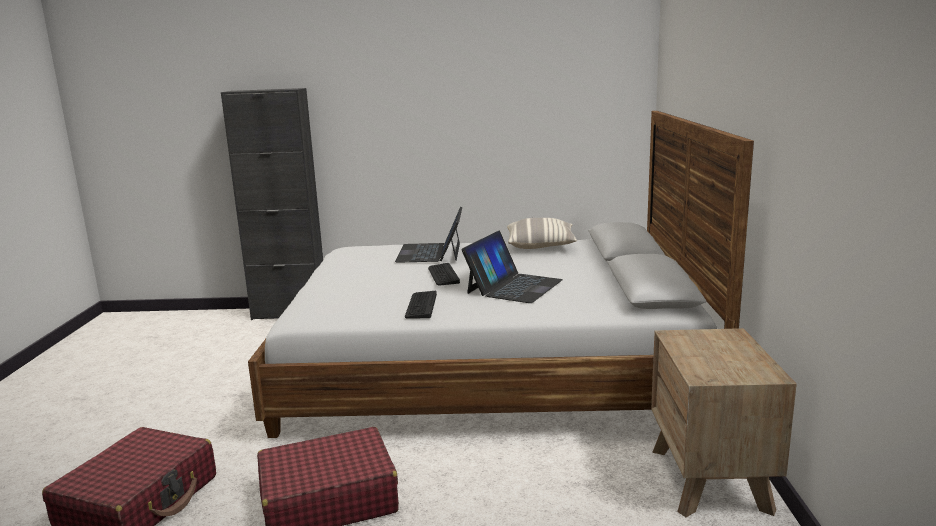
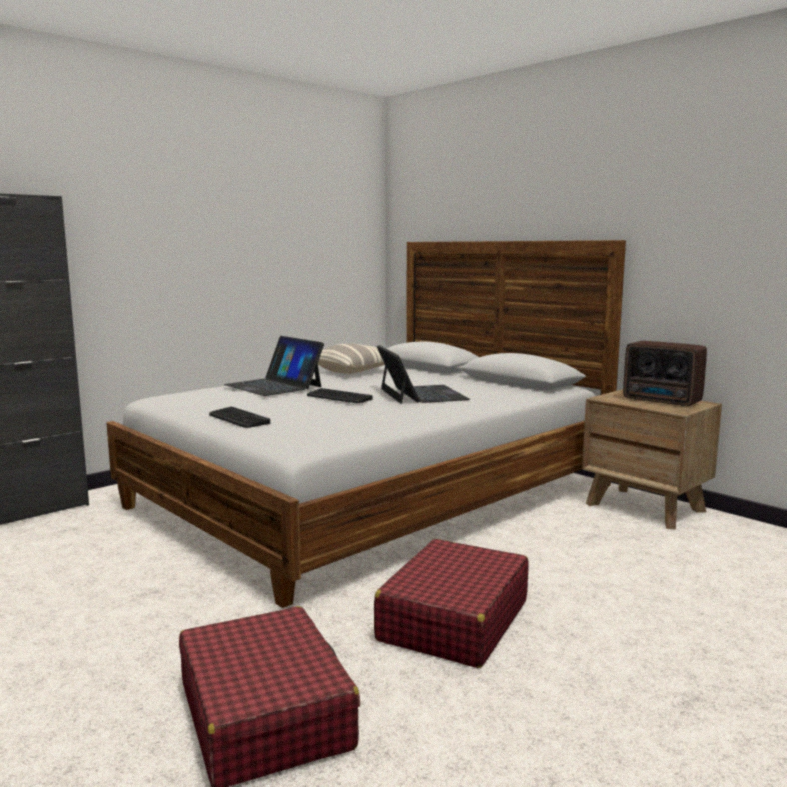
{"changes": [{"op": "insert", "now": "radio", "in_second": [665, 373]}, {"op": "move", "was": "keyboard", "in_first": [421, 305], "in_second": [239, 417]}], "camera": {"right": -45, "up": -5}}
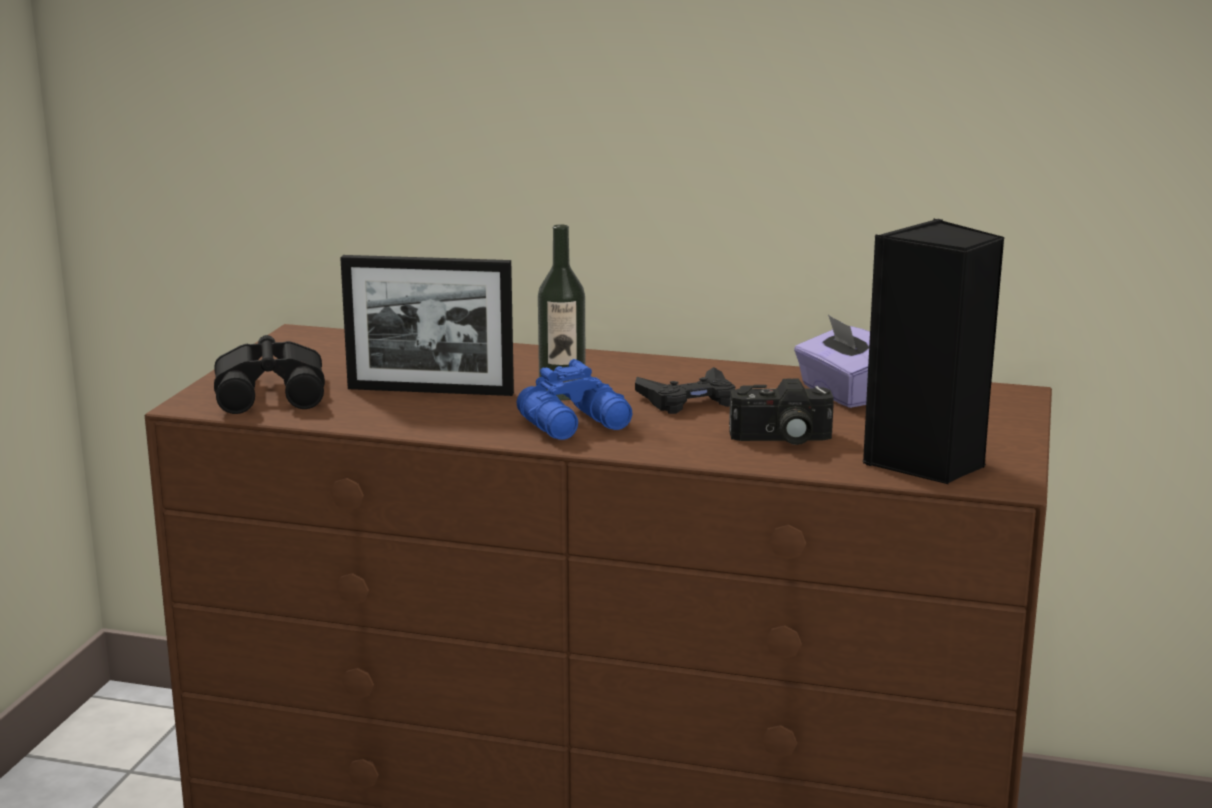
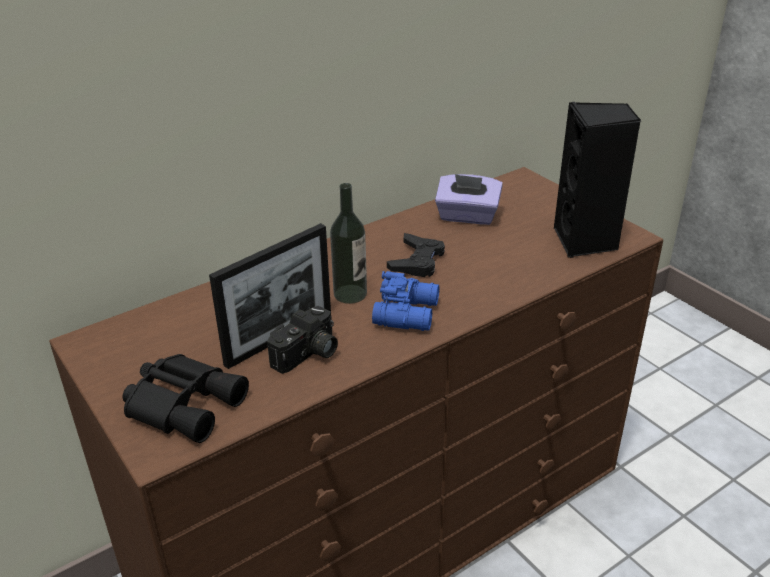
{"changes": [{"op": "move", "was": "photo camera", "in_first": [781, 411], "in_second": [302, 340]}], "camera": {"right": -50, "up": 15}}
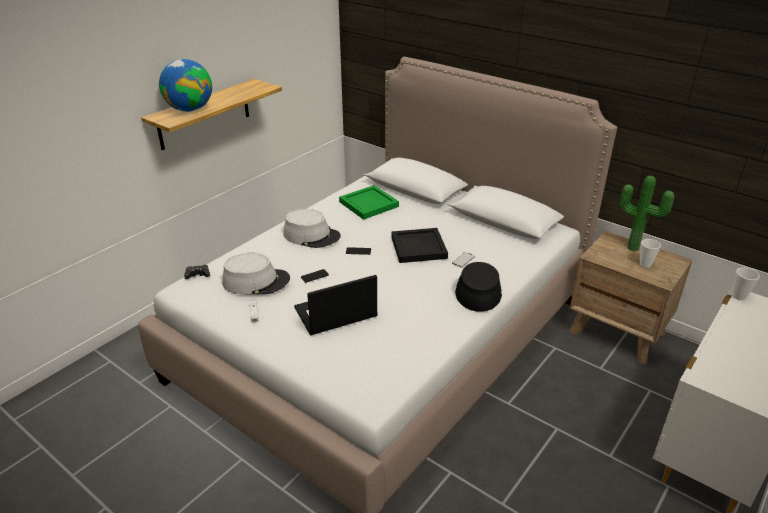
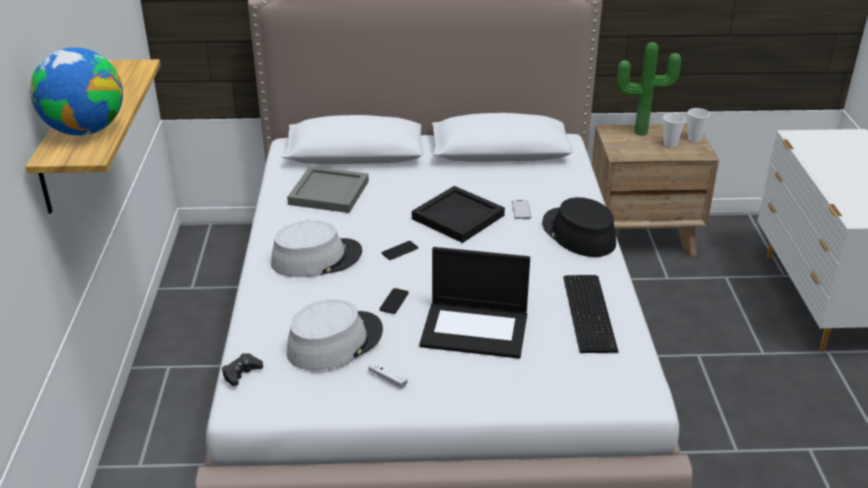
{"changes": [{"op": "insert", "now": "keyboard", "in_second": [590, 314]}, {"op": "move", "was": "cup", "in_first": [746, 283], "in_second": [699, 125]}, {"op": "recolor", "was": "green tray", "now": "grey tray", "in_first": [369, 202], "in_second": [328, 189]}, {"op": "rotate", "was": "laptop", "in_first": [335, 305], "in_second": [474, 303], "clockwise": -105}], "camera": {"right": -40, "up": 0}}
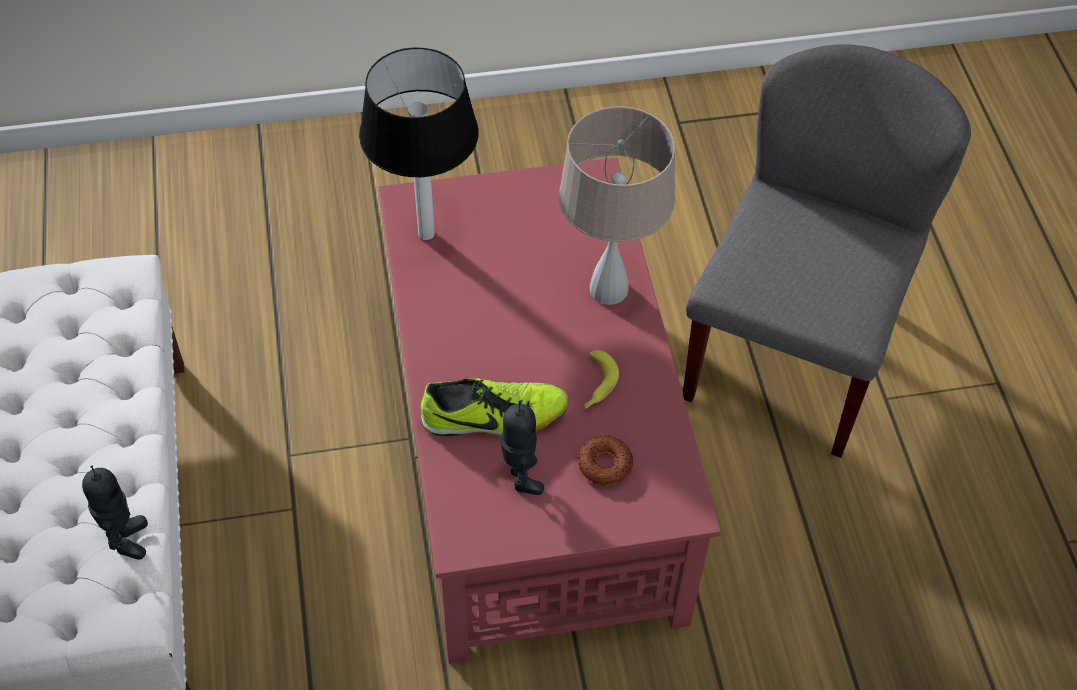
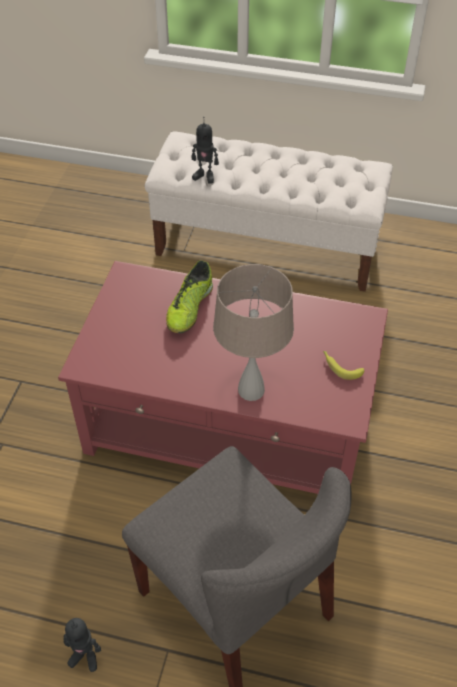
{"changes": [{"op": "delete", "was": "table lamp", "in_first": [419, 143]}, {"op": "delete", "was": "donut", "in_first": [605, 460]}, {"op": "move", "was": "toy robot", "in_first": [522, 447], "in_second": [82, 645]}, {"op": "move", "was": "banana", "in_first": [602, 379], "in_second": [343, 365]}], "camera": {"right": 115, "up": -5}}
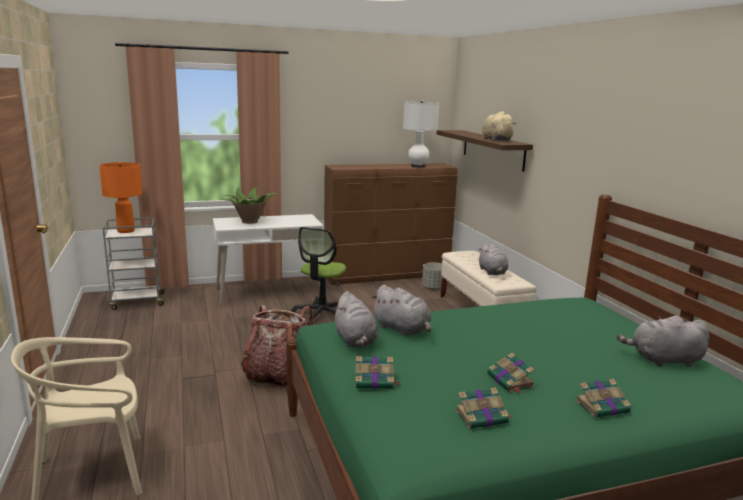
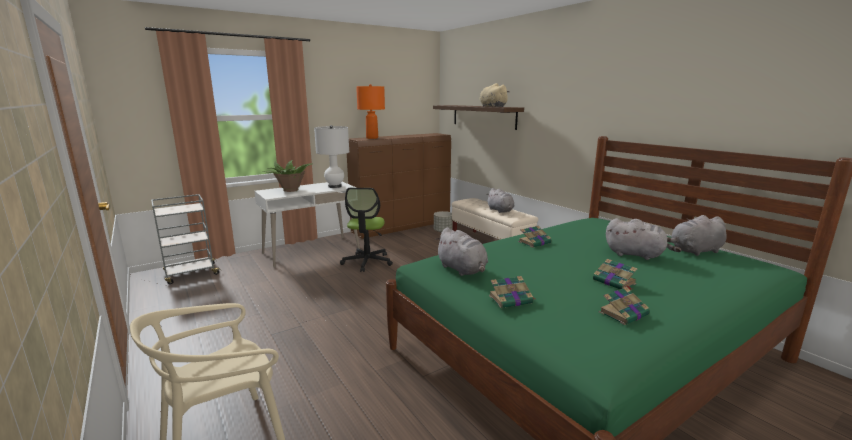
{"changes": [{"op": "delete", "was": "backpack", "in_first": [277, 347]}, {"op": "move", "was": "orange table lamp", "in_first": [120, 197], "in_second": [370, 111]}, {"op": "move", "was": "grey plush toy", "in_first": [401, 310], "in_second": [643, 239]}, {"op": "move", "was": "white table lamp", "in_first": [421, 134], "in_second": [331, 156]}, {"op": "move", "was": "book", "in_first": [603, 398], "in_second": [535, 236]}], "camera": {"right": -15, "up": 0}}
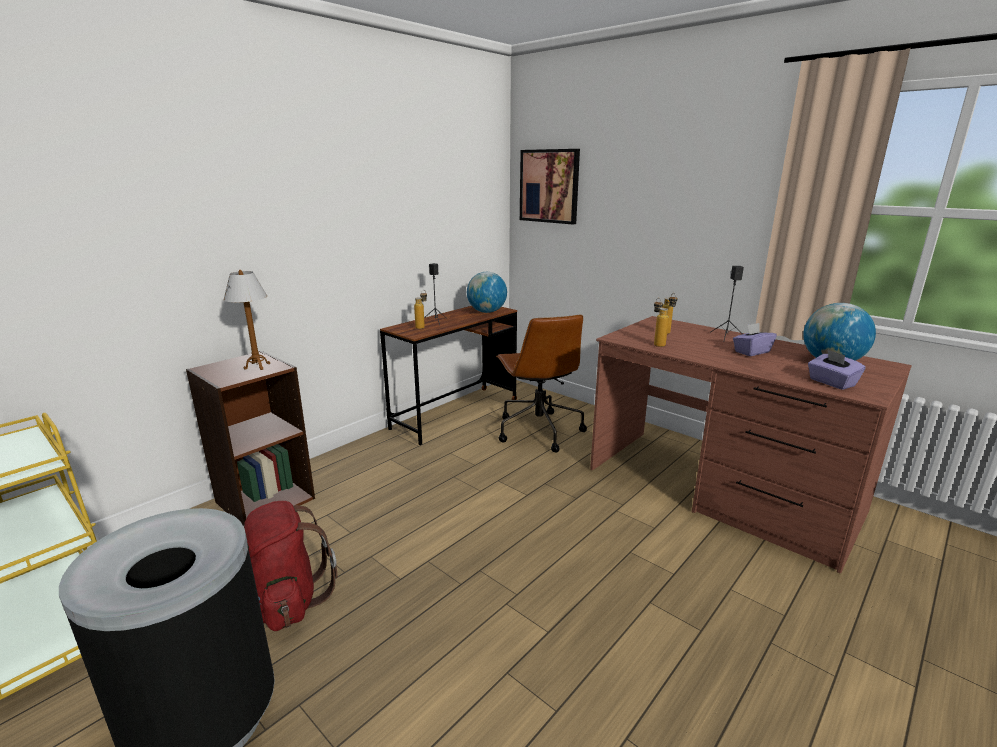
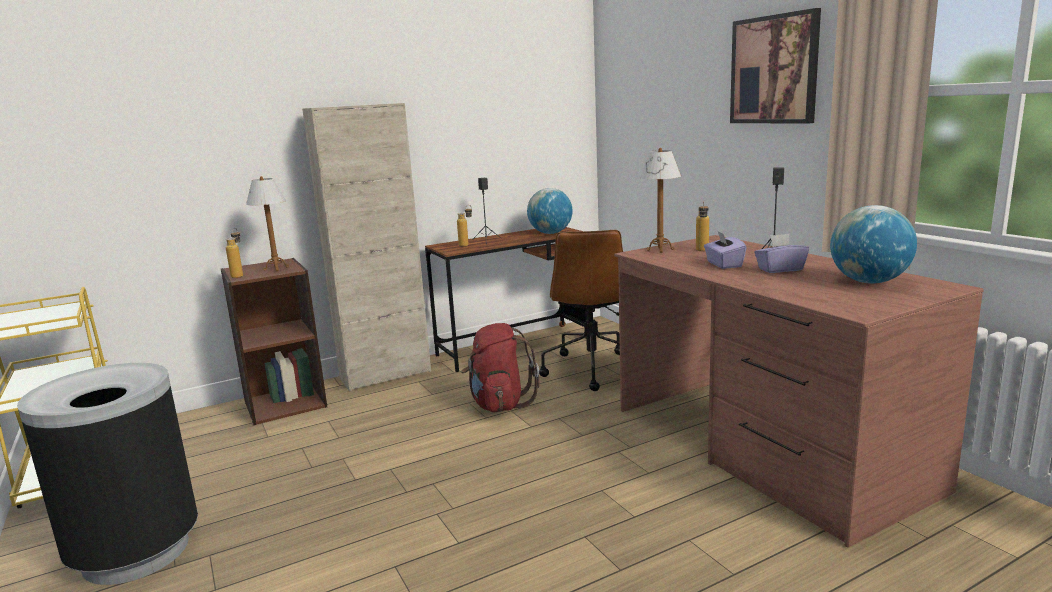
{"changes": [{"op": "insert", "now": "beige cabinet", "in_second": [366, 247]}, {"op": "insert", "now": "table lamp", "in_second": [660, 200]}, {"op": "move", "was": "red backpack", "in_first": [290, 566], "in_second": [500, 367]}, {"op": "move", "was": "picture", "in_first": [550, 187], "in_second": [775, 66]}, {"op": "move", "was": "bottle", "in_first": [661, 322], "in_second": [234, 253]}, {"op": "move", "was": "purple tissue box", "in_first": [837, 370], "in_second": [725, 250]}], "camera": {"right": 20, "up": -5}}
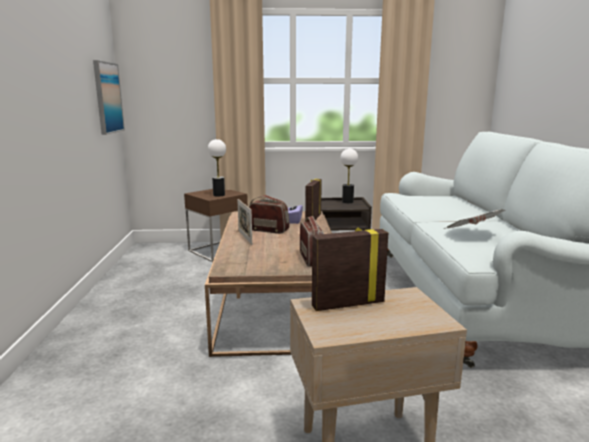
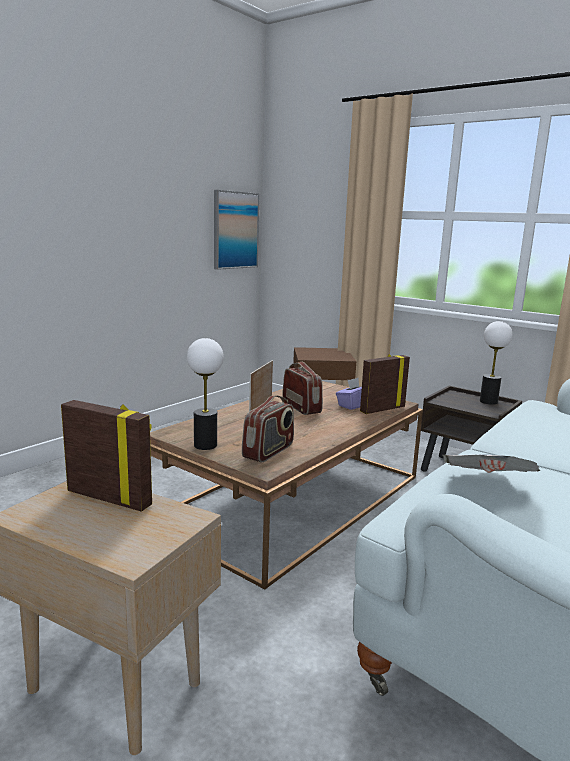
{"changes": [{"op": "move", "was": "table lamp", "in_first": [217, 168], "in_second": [205, 394]}], "camera": {"right": 40, "up": 0}}
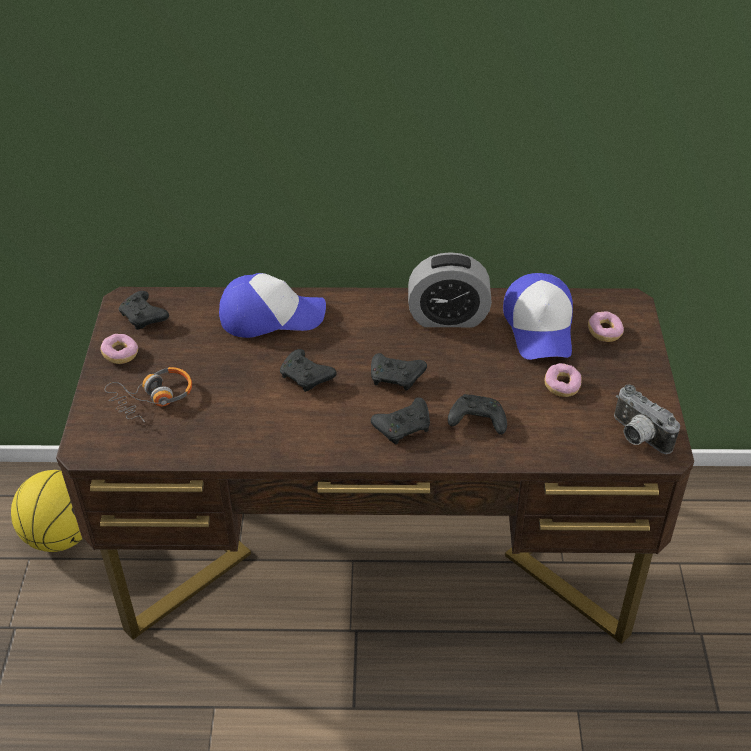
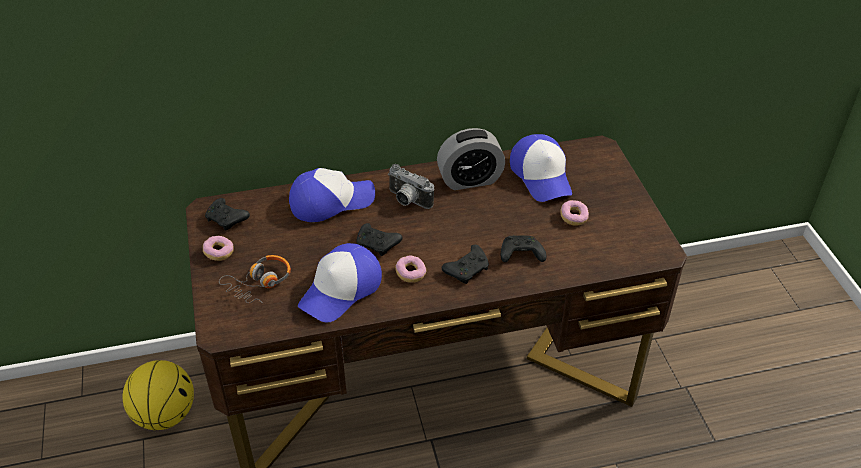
{"changes": [{"op": "delete", "was": "black game controller", "in_first": [399, 372]}, {"op": "insert", "now": "cap", "in_second": [340, 282]}, {"op": "move", "was": "donut", "in_first": [606, 326], "in_second": [410, 269]}, {"op": "move", "was": "photo camera", "in_first": [647, 419], "in_second": [411, 186]}], "camera": {"right": -15, "up": 0}}
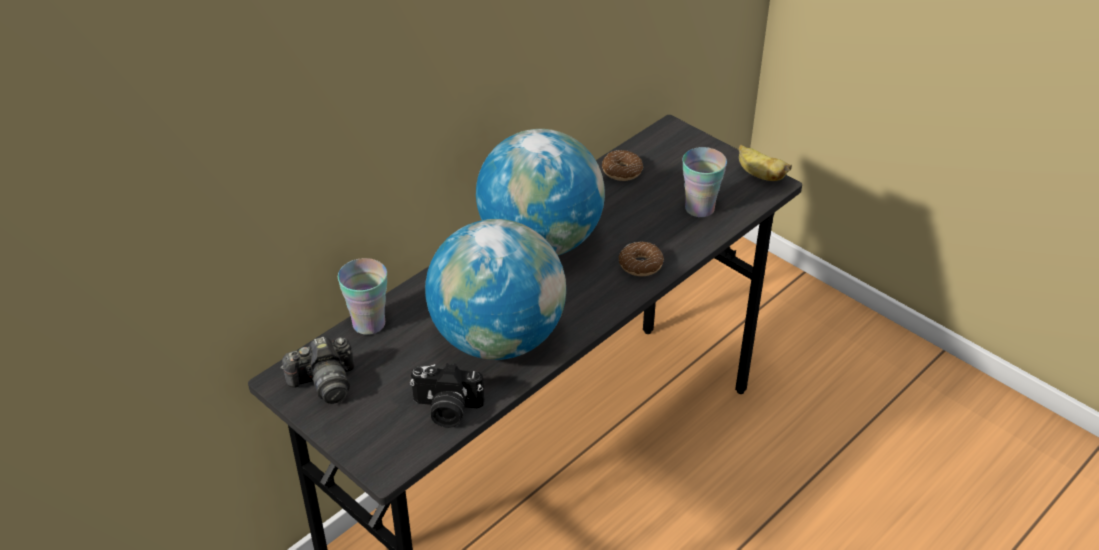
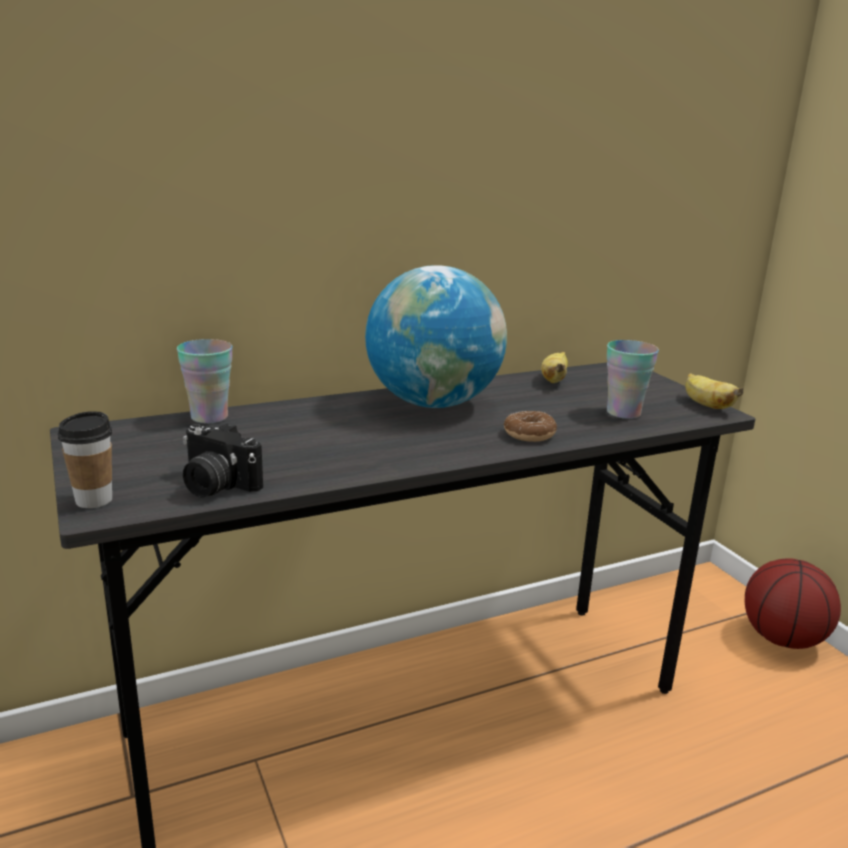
{"changes": [{"op": "delete", "was": "photo camera", "in_first": [318, 370]}, {"op": "delete", "was": "globe", "in_first": [495, 289]}, {"op": "insert", "now": "cup", "in_second": [85, 459]}, {"op": "insert", "now": "basketball", "in_second": [793, 603]}, {"op": "replace", "was": "donut", "now": "banana", "in_first": [622, 165], "in_second": [554, 367]}], "camera": {"right": 20, "up": -20}}
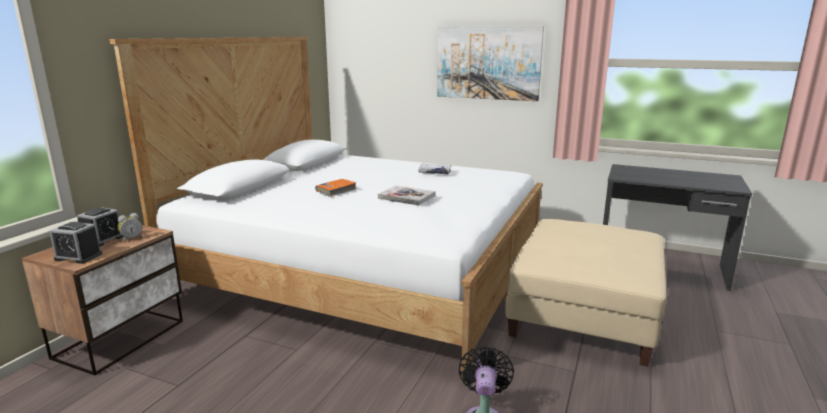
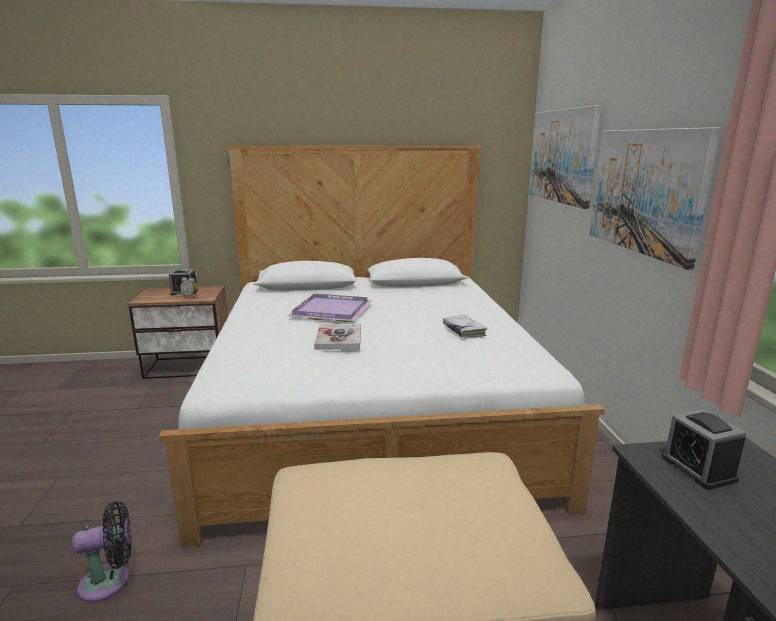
{"changes": [{"op": "insert", "now": "picture", "in_second": [565, 157]}, {"op": "move", "was": "alarm clock", "in_first": [75, 243], "in_second": [704, 449]}, {"op": "replace", "was": "orange book", "now": "purple tray", "in_first": [335, 188], "in_second": [329, 308]}], "camera": {"right": 60, "up": 0}}
